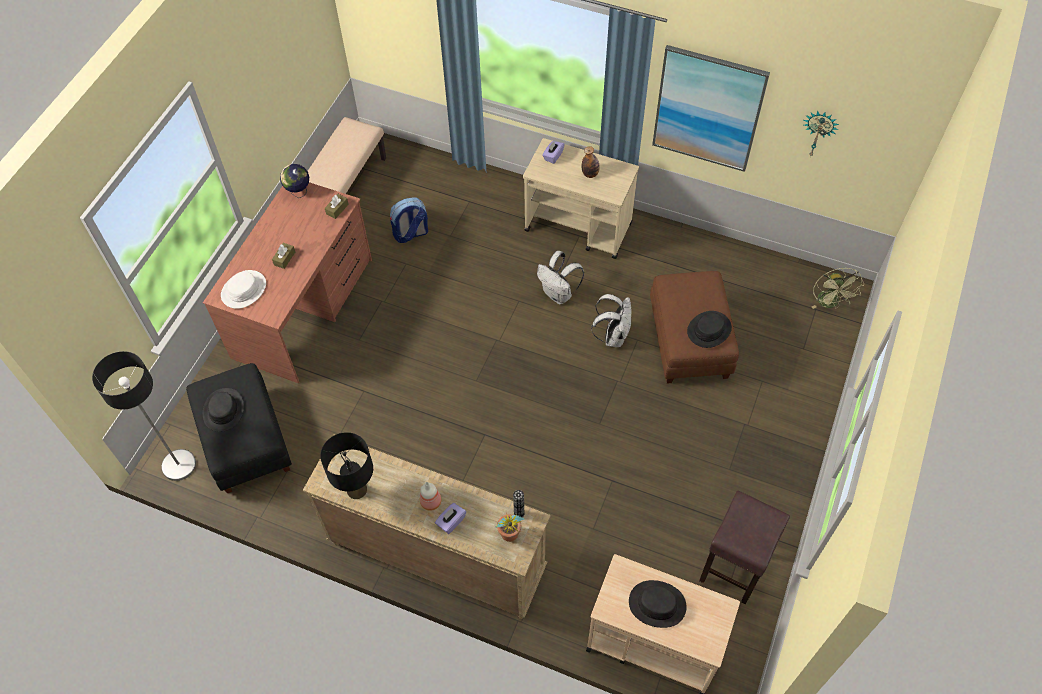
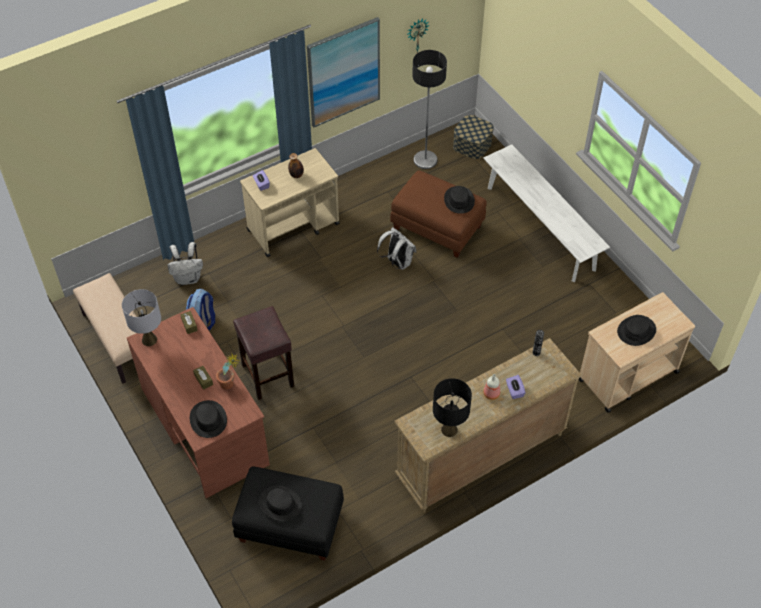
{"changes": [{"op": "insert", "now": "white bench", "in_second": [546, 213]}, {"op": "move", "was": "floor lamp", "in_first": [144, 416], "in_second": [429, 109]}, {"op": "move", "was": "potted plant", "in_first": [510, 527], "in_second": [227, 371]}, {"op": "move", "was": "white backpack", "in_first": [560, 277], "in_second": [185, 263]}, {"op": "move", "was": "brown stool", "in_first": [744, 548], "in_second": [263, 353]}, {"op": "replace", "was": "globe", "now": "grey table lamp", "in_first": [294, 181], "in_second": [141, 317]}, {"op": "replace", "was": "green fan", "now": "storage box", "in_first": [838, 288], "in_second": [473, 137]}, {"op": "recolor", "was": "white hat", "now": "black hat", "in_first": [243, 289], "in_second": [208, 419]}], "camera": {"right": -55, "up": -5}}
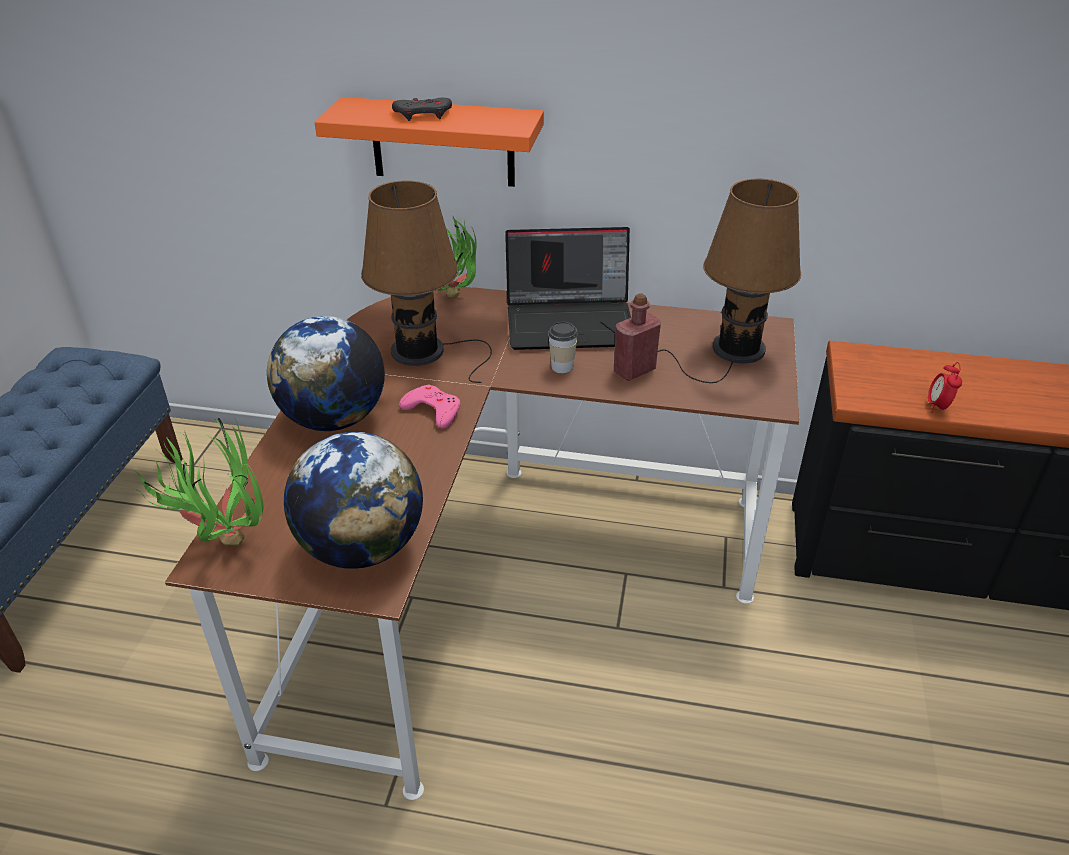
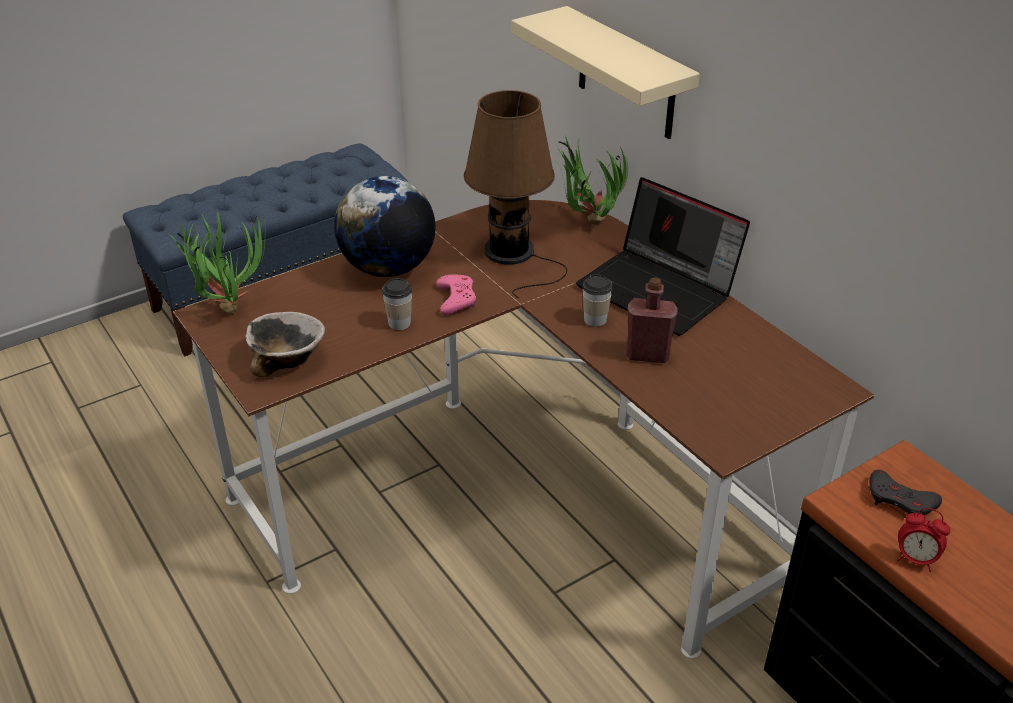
{"changes": [{"op": "delete", "was": "brown table lamp", "in_first": [729, 281]}, {"op": "insert", "now": "cup", "in_second": [397, 304]}, {"op": "move", "was": "grey game controller", "in_first": [422, 109], "in_second": [905, 492]}, {"op": "replace", "was": "globe", "now": "bowl", "in_first": [353, 500], "in_second": [285, 344]}, {"op": "recolor", "was": "orange shelf", "now": "beige shelf", "in_first": [429, 142], "in_second": [606, 72]}, {"op": "rotate", "was": "alarm clock", "in_first": [944, 387], "in_second": [923, 540], "clockwise": -120}], "camera": {"right": 45, "up": 0}}
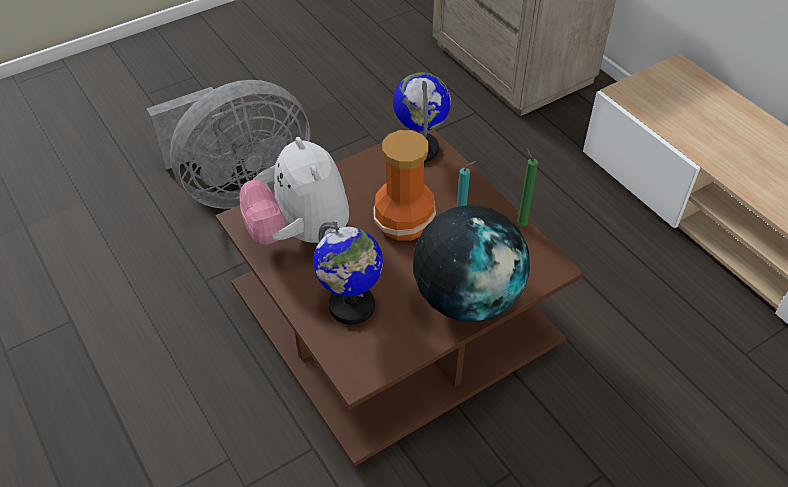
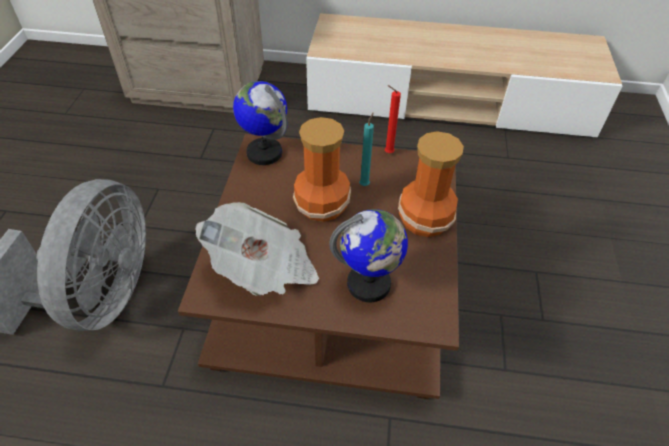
{"changes": [{"op": "replace", "was": "plush toy", "now": "newspaper", "in_first": [294, 191], "in_second": [257, 249]}, {"op": "replace", "was": "globe", "now": "vase", "in_first": [471, 263], "in_second": [431, 184]}, {"op": "recolor", "was": "green candle", "now": "red candle", "in_first": [527, 187], "in_second": [393, 119]}], "camera": {"right": -50, "up": 0}}
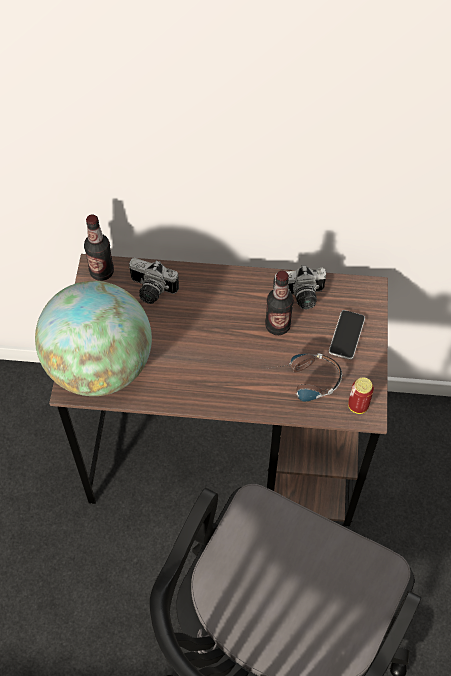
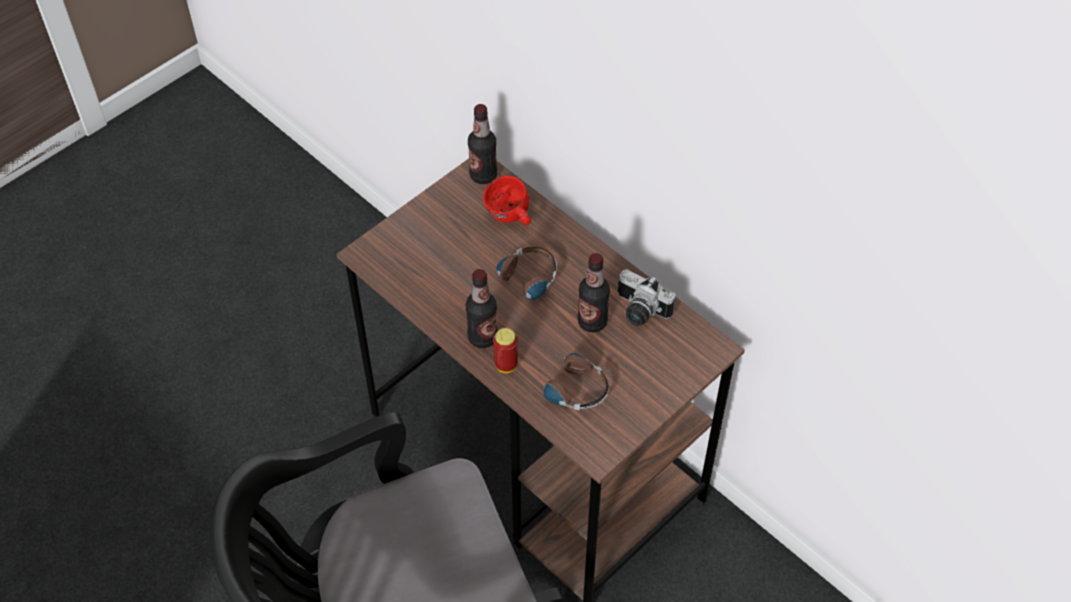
{"changes": [{"op": "delete", "was": "globe", "in_first": [93, 338]}, {"op": "delete", "was": "phone", "in_first": [347, 334]}, {"op": "insert", "now": "bottle", "in_second": [481, 308]}, {"op": "insert", "now": "headphones", "in_second": [522, 273]}, {"op": "move", "was": "can", "in_first": [361, 396], "in_second": [505, 350]}, {"op": "replace", "was": "photo camera", "now": "red mug", "in_first": [154, 281], "in_second": [507, 200]}], "camera": {"right": 40, "up": -5}}
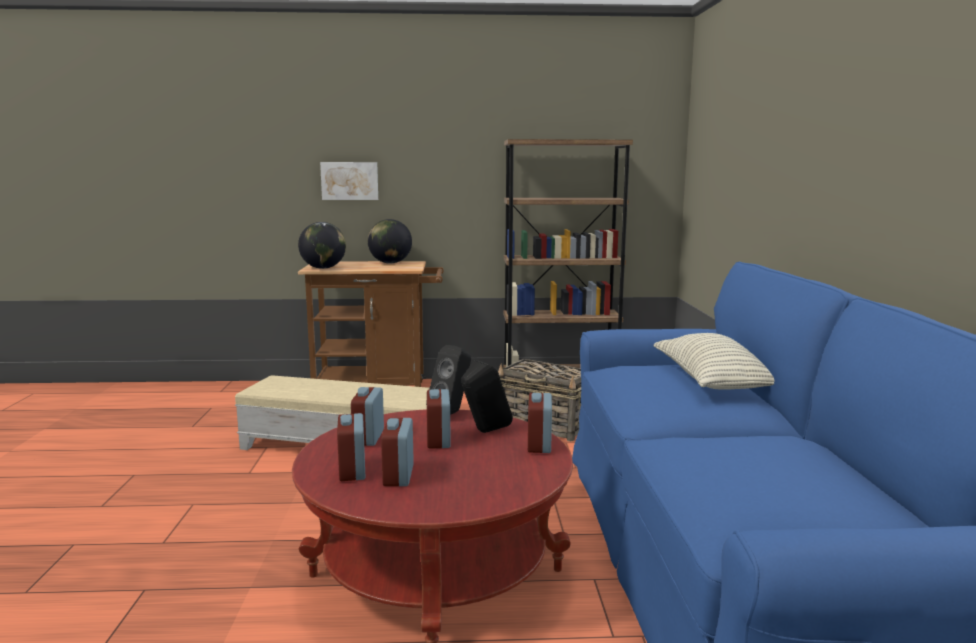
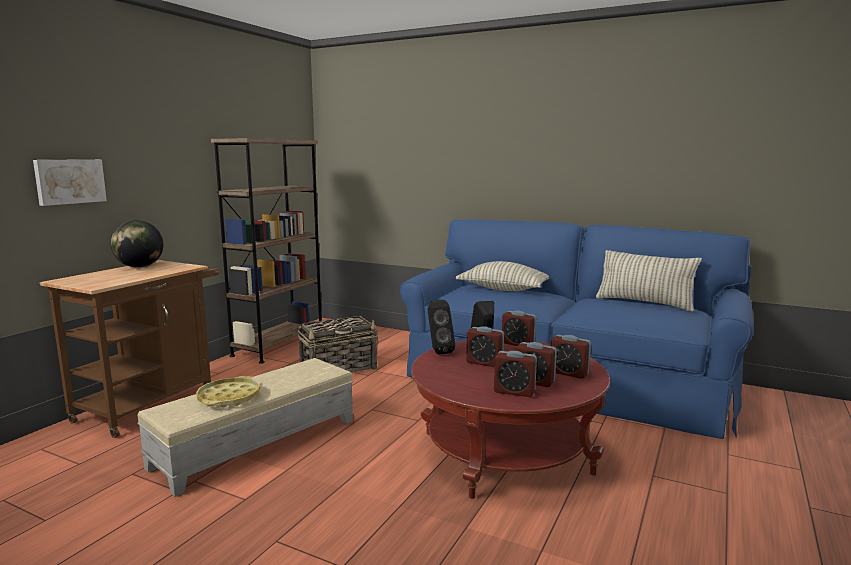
{"changes": [{"op": "delete", "was": "globe", "in_first": [322, 245]}, {"op": "insert", "now": "yellow tray", "in_second": [228, 391]}, {"op": "insert", "now": "pillow", "in_second": [649, 281]}, {"op": "move", "was": "alarm clock", "in_first": [367, 416], "in_second": [571, 357]}], "camera": {"right": -60, "up": 0}}
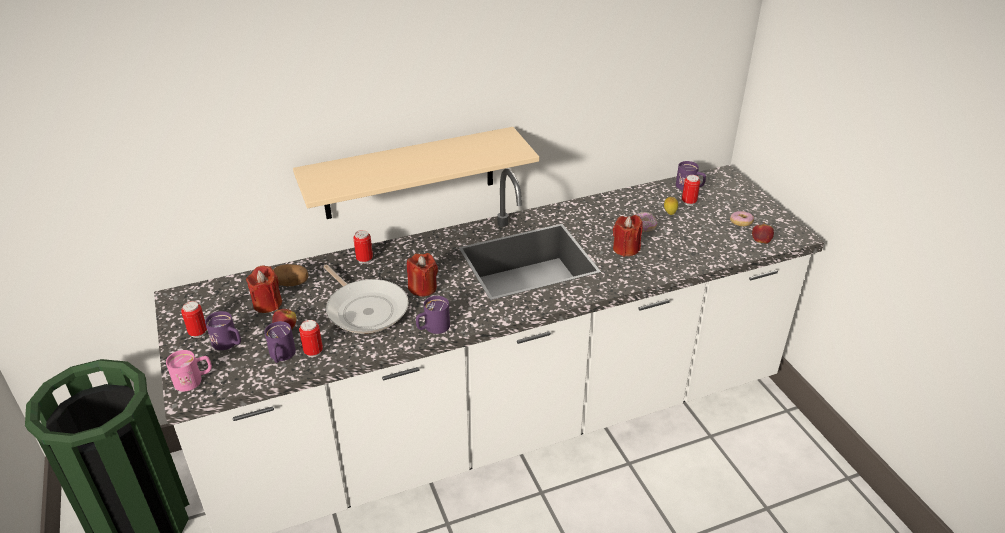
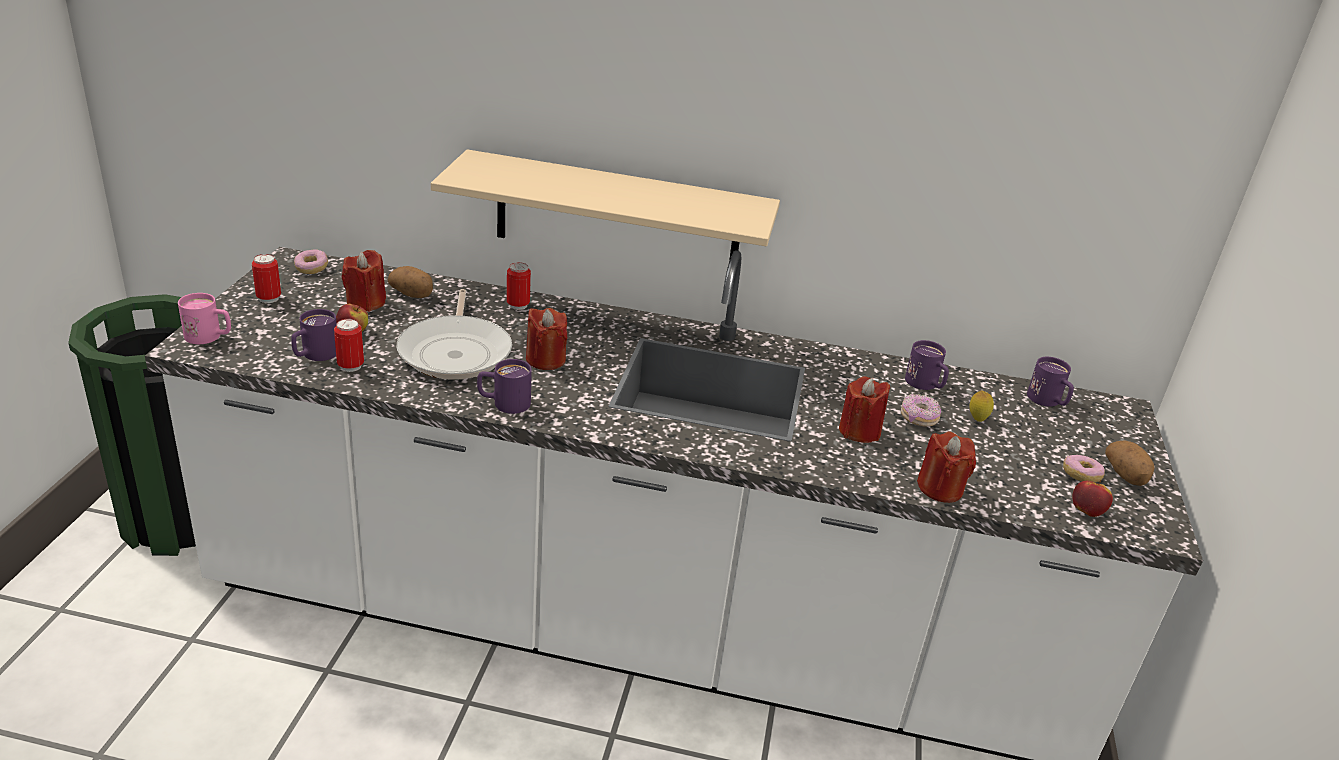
{"changes": [{"op": "delete", "was": "can", "in_first": [691, 190]}, {"op": "insert", "now": "donut", "in_second": [311, 261]}, {"op": "insert", "now": "red candle", "in_second": [946, 467]}, {"op": "insert", "now": "potato", "in_second": [1130, 463]}, {"op": "move", "was": "purple mug", "in_first": [223, 330], "in_second": [927, 365]}], "camera": {"right": 30, "up": -5}}
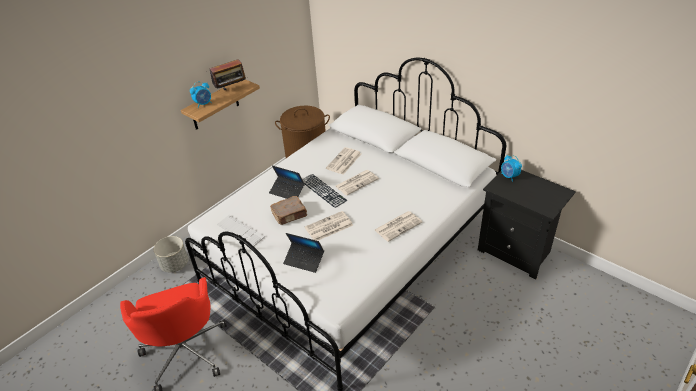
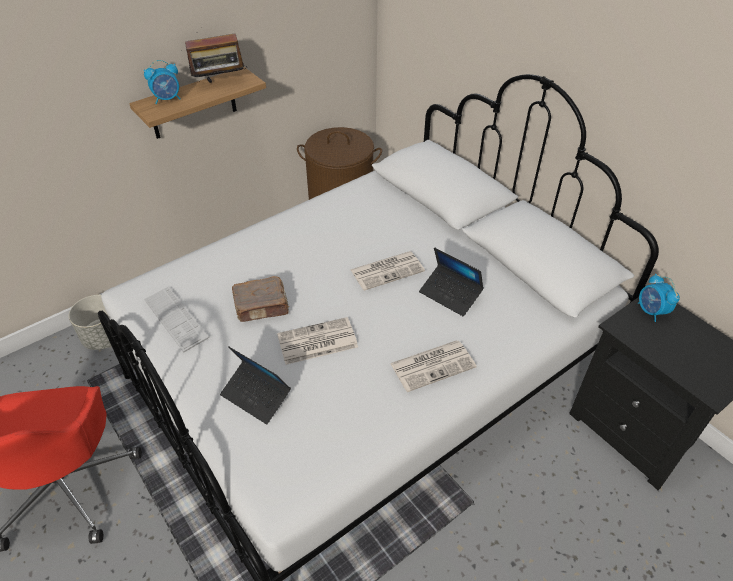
{"changes": [{"op": "delete", "was": "keyboard", "in_first": [324, 191]}, {"op": "delete", "was": "newspaper", "in_first": [343, 161]}, {"op": "move", "was": "laptop", "in_first": [287, 182], "in_second": [451, 281]}], "camera": {"right": 10, "up": 5}}
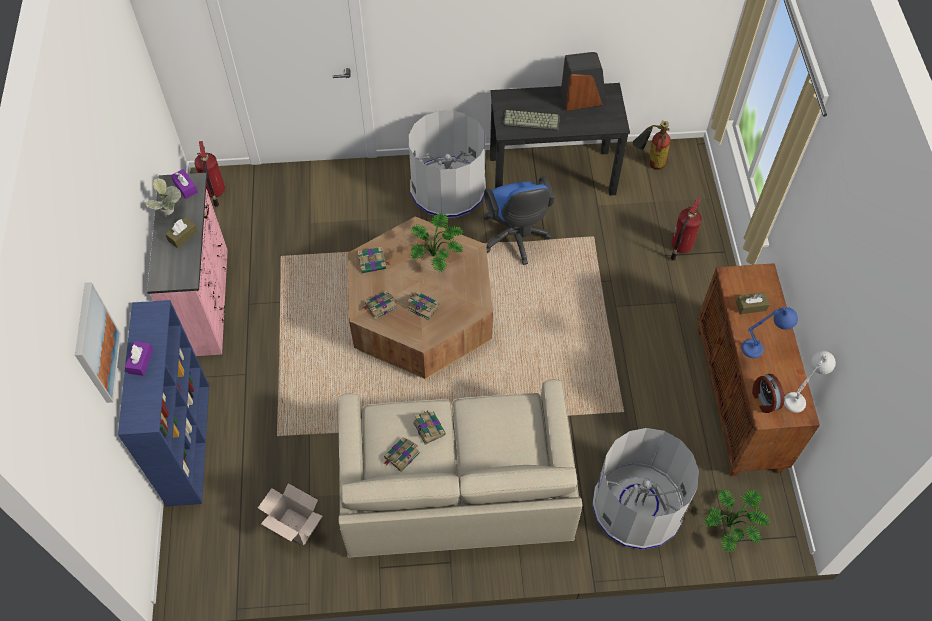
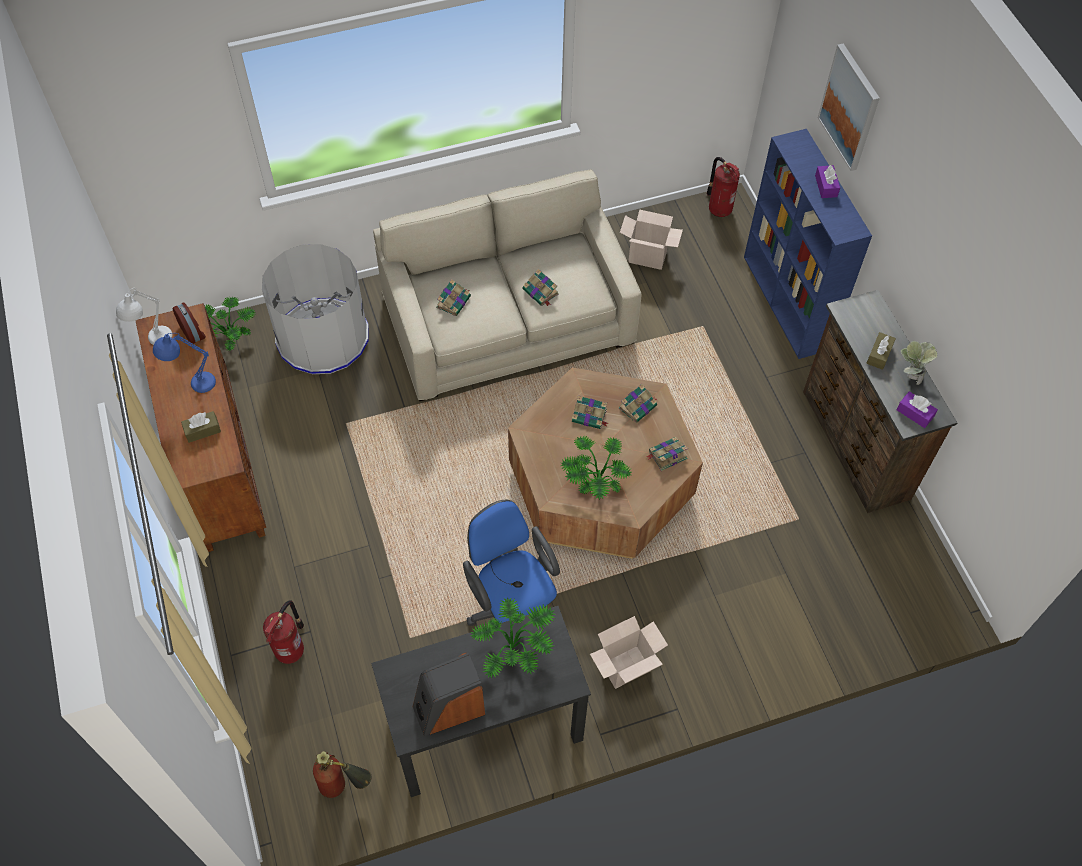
{"changes": [{"op": "move", "was": "fire extinguisher", "in_first": [210, 174], "in_second": [723, 187]}, {"op": "move", "was": "book", "in_first": [402, 454], "in_second": [453, 297]}, {"op": "replace", "was": "grey trash can", "now": "cardboard box", "in_first": [447, 164], "in_second": [629, 652]}, {"op": "replace", "was": "keyboard", "now": "potted plant", "in_first": [531, 120], "in_second": [513, 637]}, {"op": "recolor", "was": "pink dresser", "now": "brown dresser", "in_first": [187, 264], "in_second": [880, 401]}], "camera": {"right": 165, "up": 0}}
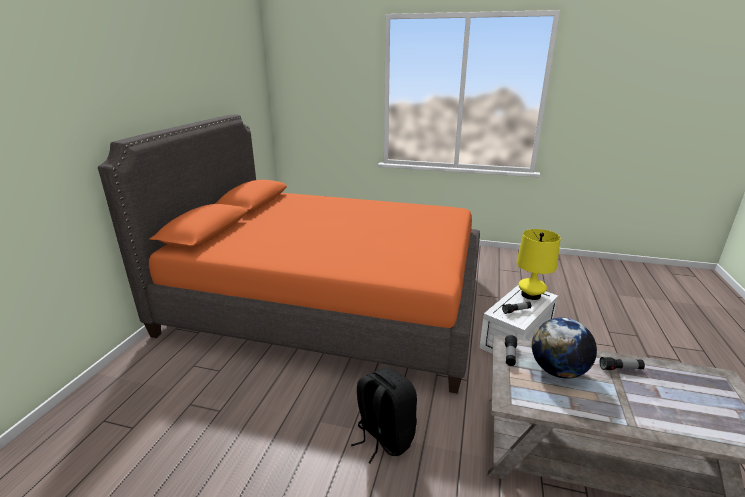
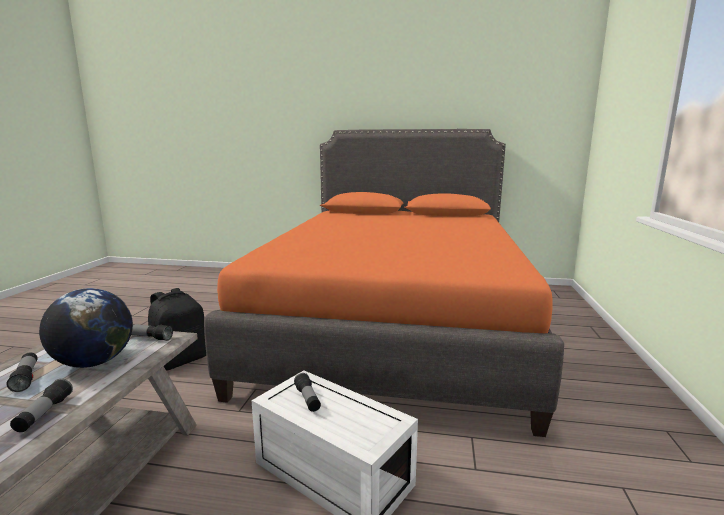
{"changes": [{"op": "delete", "was": "yellow table lamp", "in_first": [539, 264]}, {"op": "insert", "now": "flashlight", "in_second": [22, 372]}], "camera": {"right": 85, "up": -10}}
